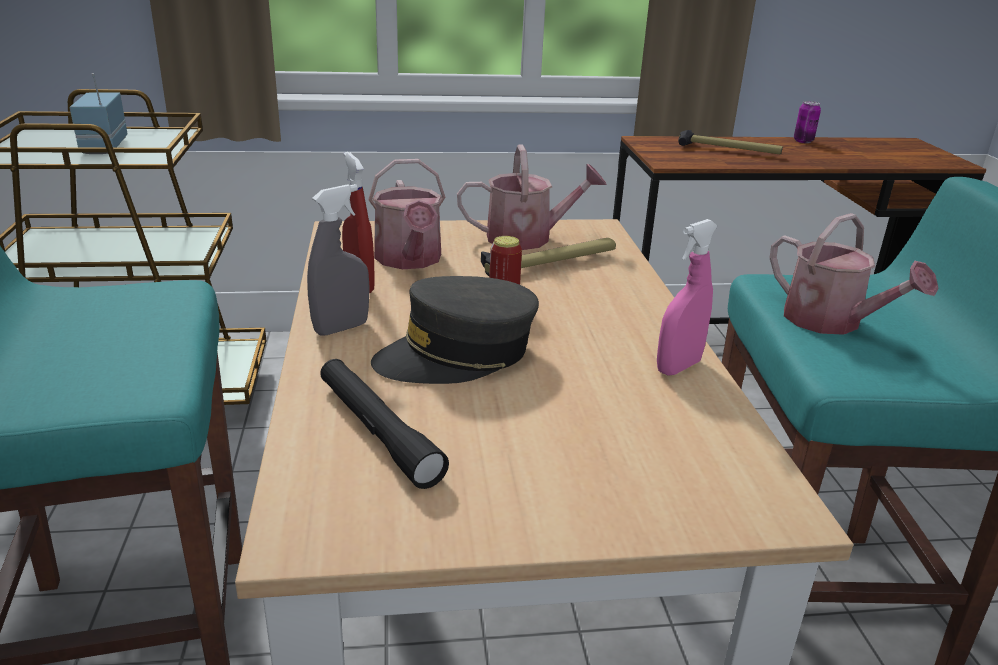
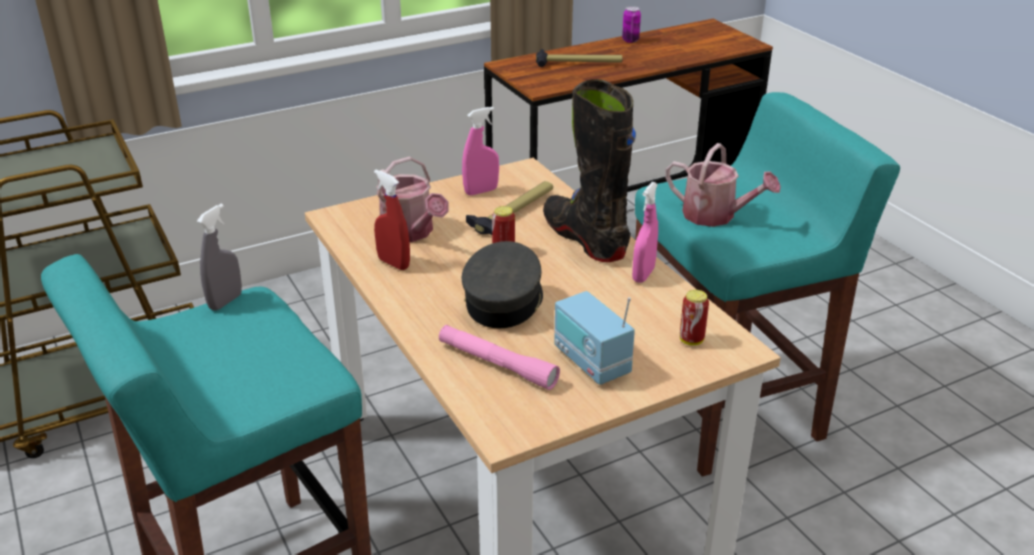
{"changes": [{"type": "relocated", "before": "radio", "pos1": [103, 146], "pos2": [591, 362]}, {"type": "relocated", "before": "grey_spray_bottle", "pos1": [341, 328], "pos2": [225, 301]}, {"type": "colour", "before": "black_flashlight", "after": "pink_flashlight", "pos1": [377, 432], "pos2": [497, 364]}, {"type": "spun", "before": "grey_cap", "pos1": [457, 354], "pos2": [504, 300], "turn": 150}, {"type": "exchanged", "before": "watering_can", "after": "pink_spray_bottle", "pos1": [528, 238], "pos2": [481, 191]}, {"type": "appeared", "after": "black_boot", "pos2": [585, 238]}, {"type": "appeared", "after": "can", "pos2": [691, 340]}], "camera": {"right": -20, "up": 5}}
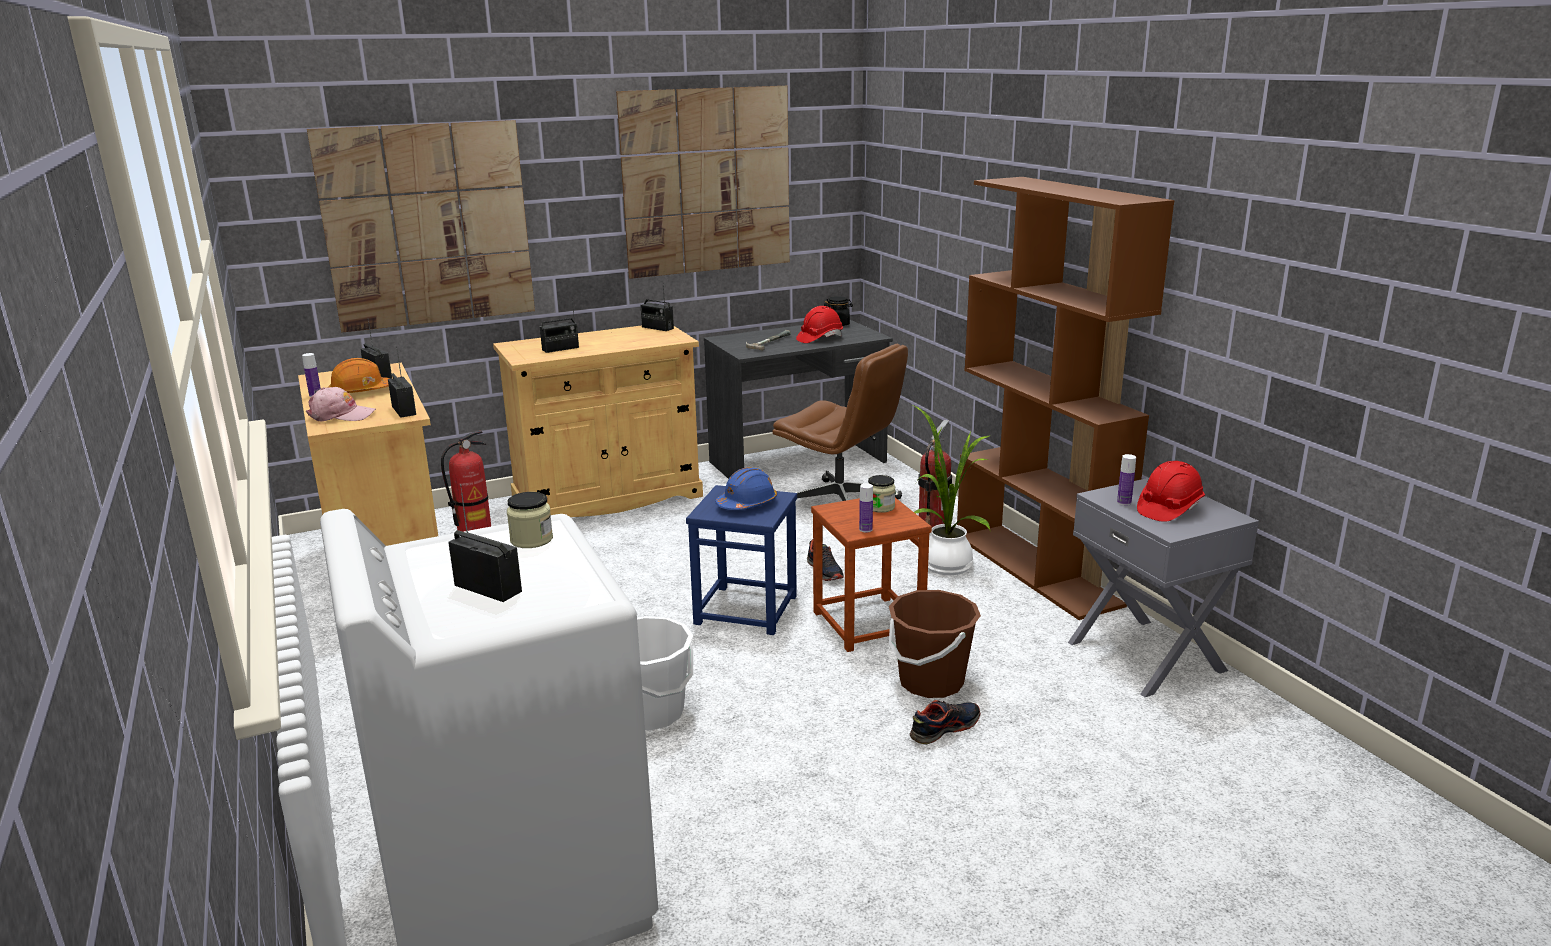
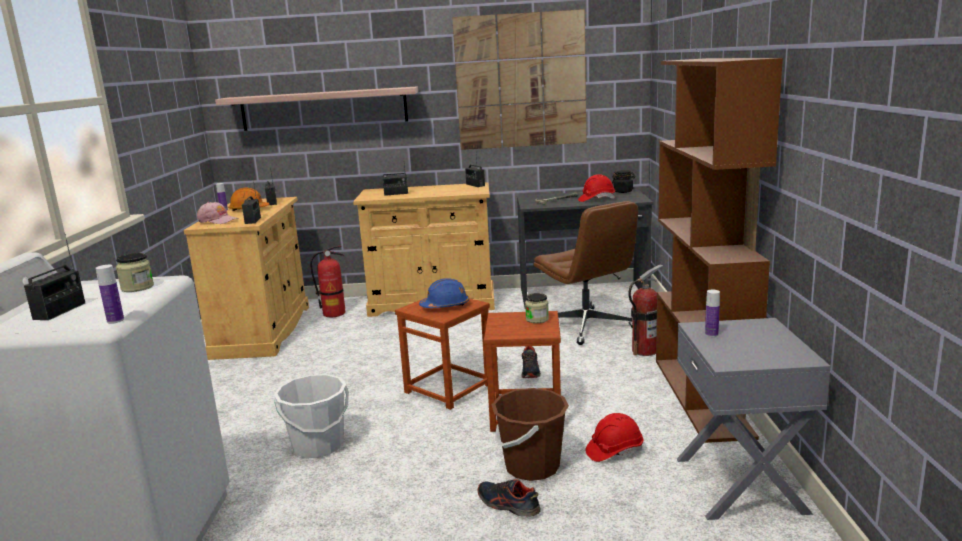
{"changes": [{"type": "exchanged", "before": "picture", "after": "shelf", "pos1": [428, 225], "pos2": [324, 109]}, {"type": "spun", "before": "radio", "pos1": [488, 588], "pos2": [60, 311], "turn": 45}, {"type": "colour", "before": "blue_stool", "after": "brown_stool", "pos1": [746, 609], "pos2": [449, 388]}, {"type": "relocated", "before": "bottle", "pos1": [865, 529], "pos2": [115, 320]}, {"type": "spun", "before": "shoe", "pos1": [944, 728], "pos2": [508, 505], "turn": -135}, {"type": "missing", "before": "potted_plant", "pos1": [944, 563]}, {"type": "relocated", "before": "red_hard_hat", "pos1": [1169, 509], "pos2": [614, 451]}], "camera": {"right": 25, "up": -5}}
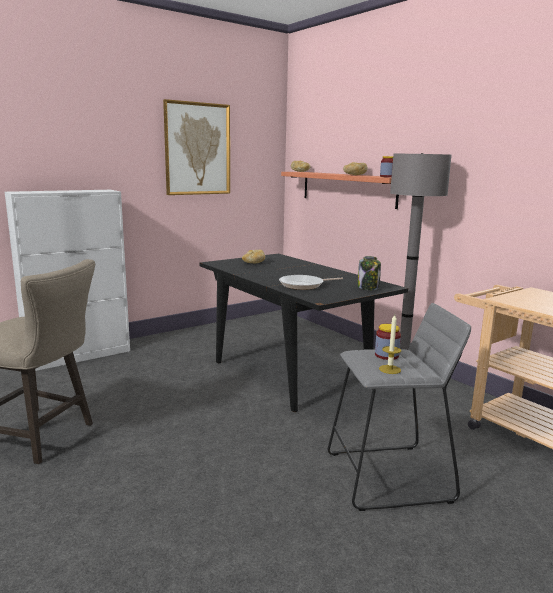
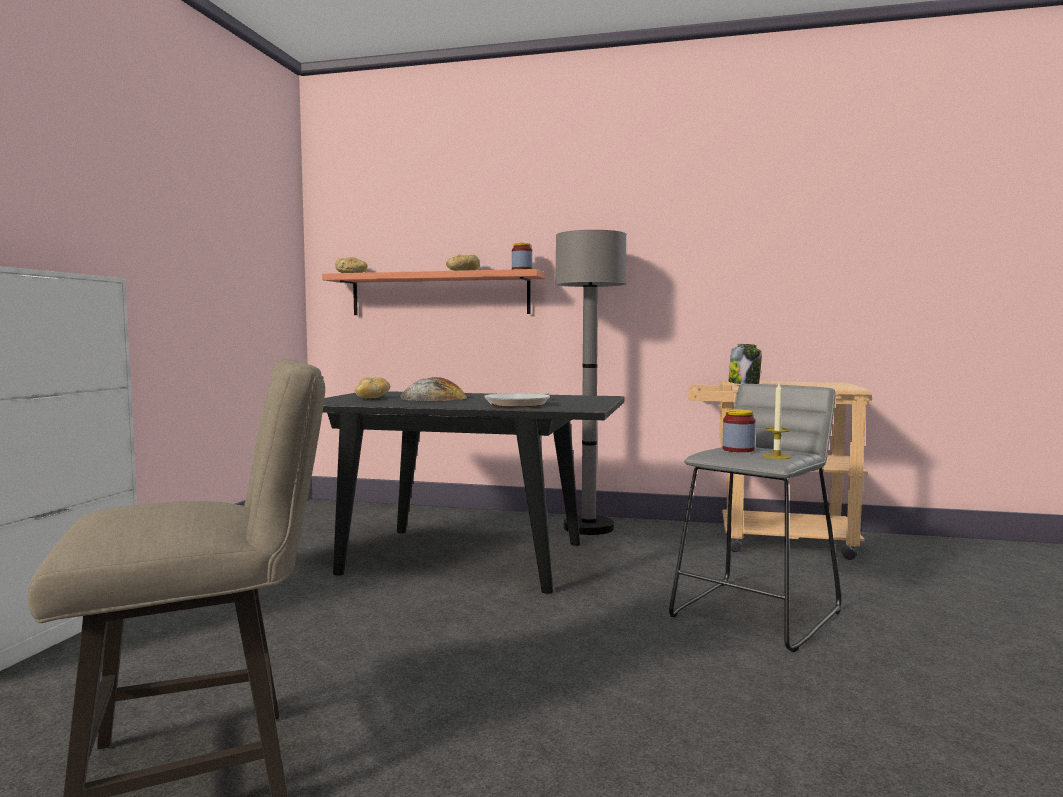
{"changes": [{"type": "missing", "before": "picture", "pos1": [197, 149]}, {"type": "relocated", "before": "jar", "pos1": [368, 287], "pos2": [744, 383]}, {"type": "appeared", "after": "bread", "pos2": [433, 398]}], "camera": {"right": -40, "up": -10}}
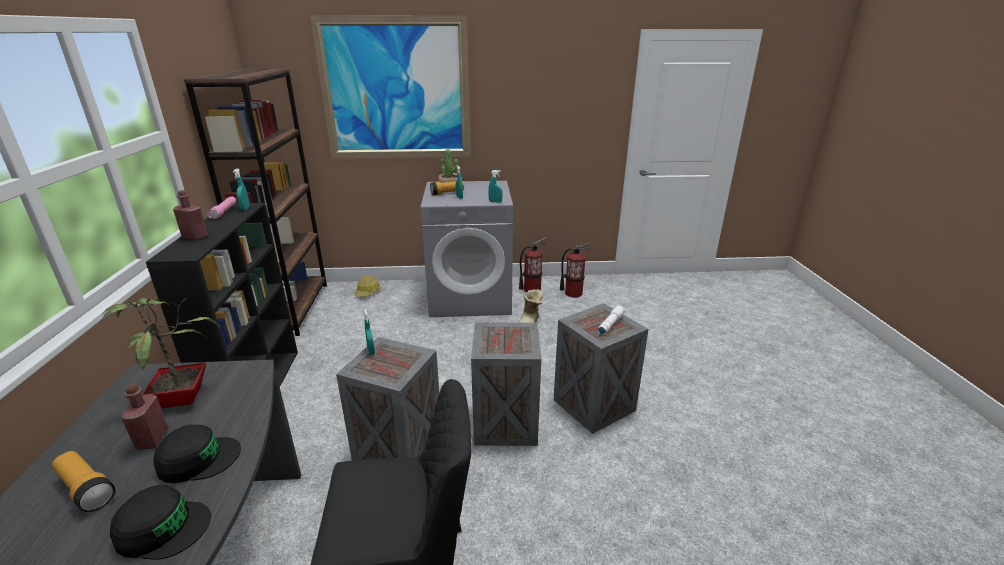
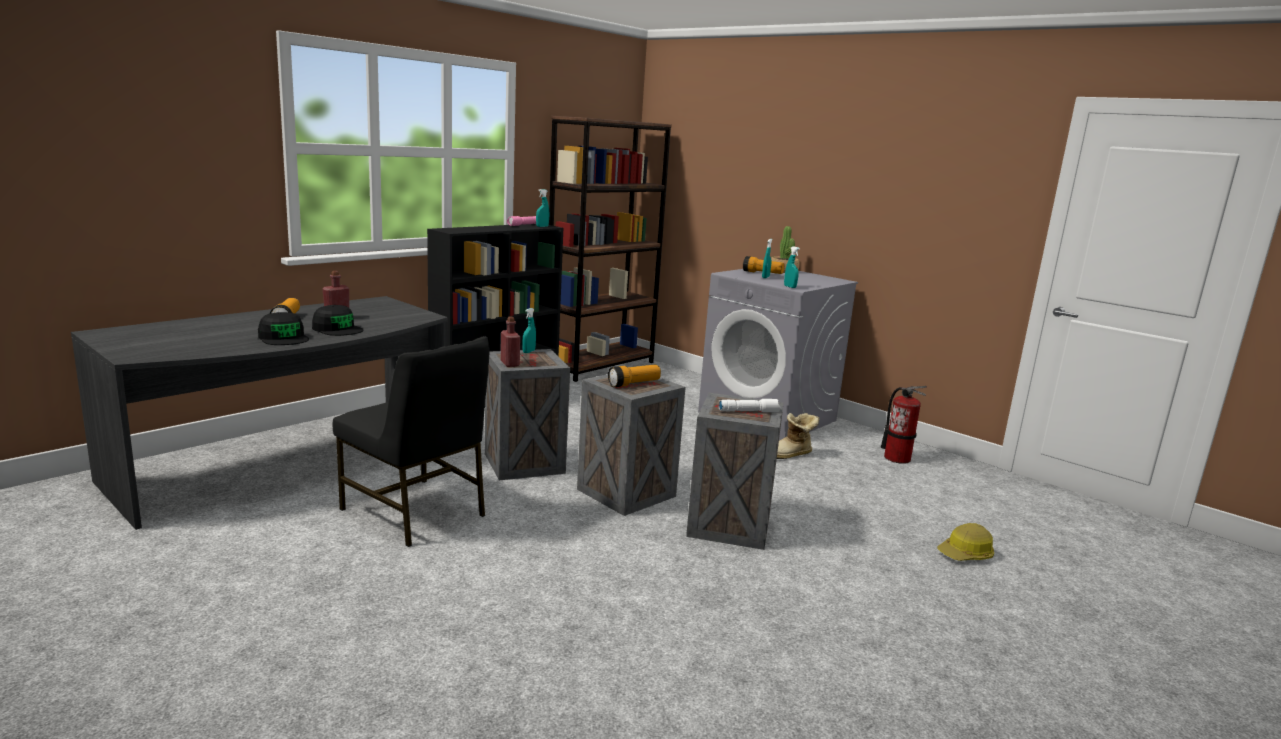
{"changes": [{"type": "missing", "before": "potted_plant", "pos1": [183, 396]}, {"type": "relocated", "before": "red_bottle", "pos1": [195, 237], "pos2": [510, 364]}, {"type": "missing", "before": "picture", "pos1": [395, 90]}, {"type": "relocated", "before": "hard_hat", "pos1": [367, 292], "pos2": [965, 554]}, {"type": "missing", "before": "fire_extinguisher", "pos1": [532, 289]}, {"type": "appeared", "after": "flashlight", "pos2": [634, 384]}], "camera": {"right": 45, "up": -10}}
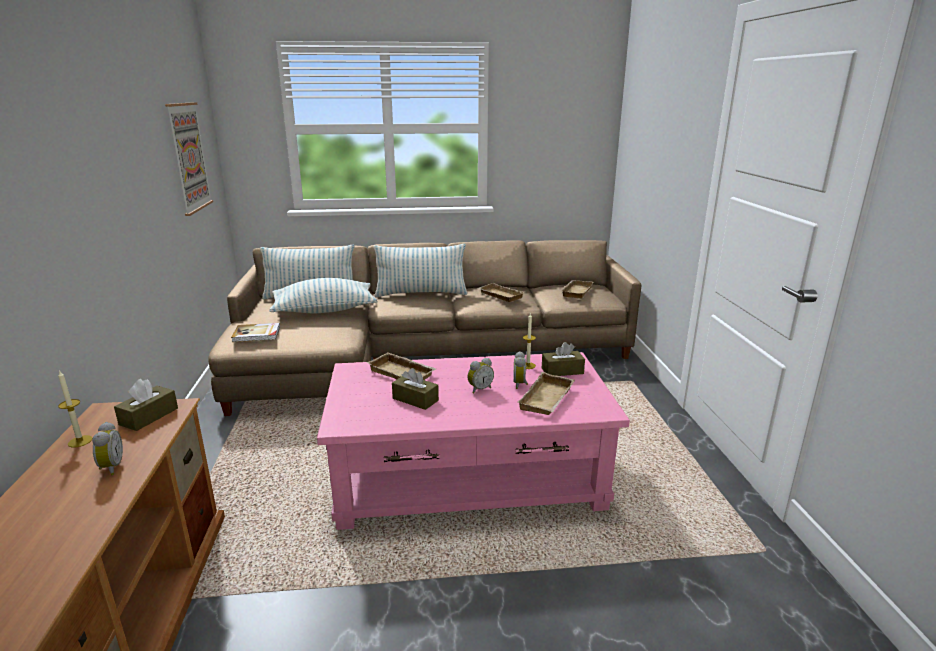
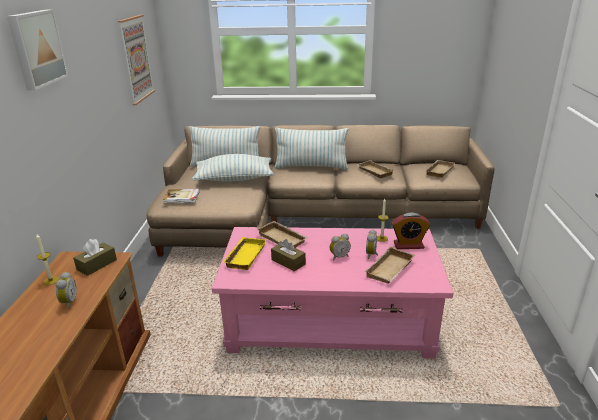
{"changes": [{"type": "exchanged", "before": "brown_tissue_box", "after": "alarm_clock", "pos1": [562, 371], "pos2": [408, 245]}, {"type": "appeared", "after": "picture", "pos2": [36, 48]}, {"type": "appeared", "after": "yellow_tray", "pos2": [244, 256]}], "camera": {"right": 10, "up": 5}}
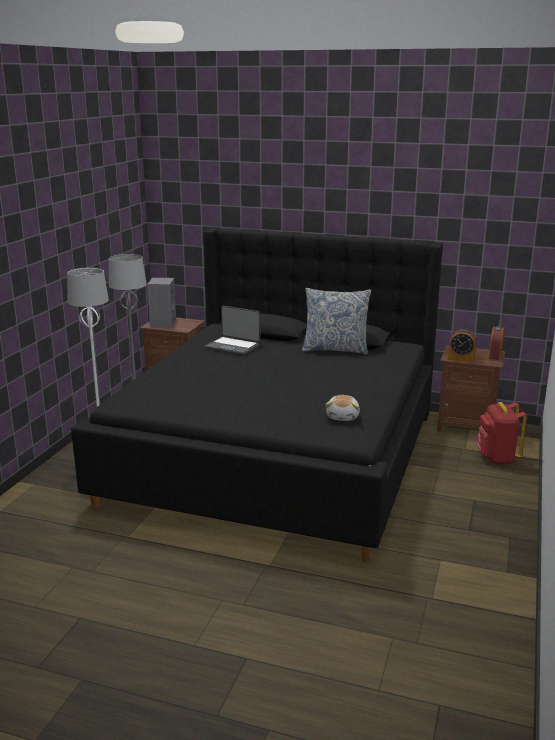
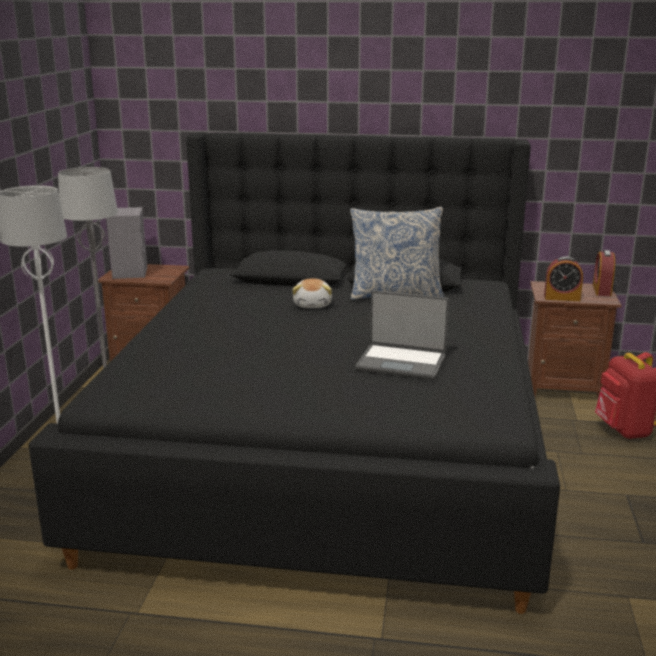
{"changes": [{"type": "relocated", "before": "laptop", "pos1": [233, 346], "pos2": [401, 363]}, {"type": "relocated", "before": "plush_toy", "pos1": [343, 417], "pos2": [313, 304]}], "camera": {"right": -10, "up": 0}}
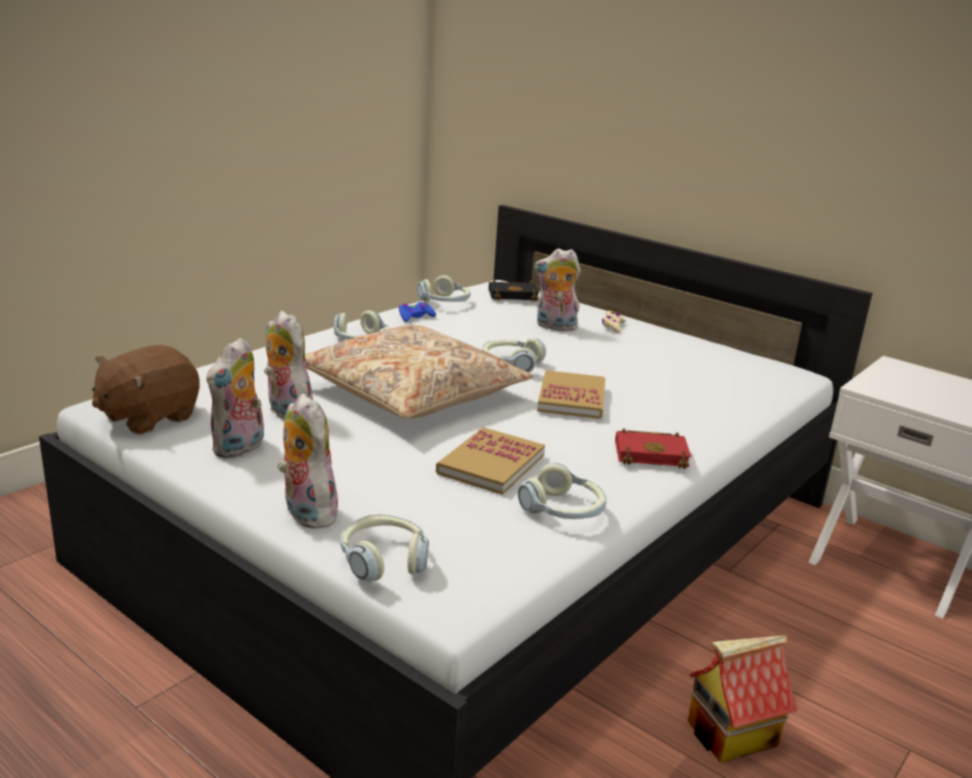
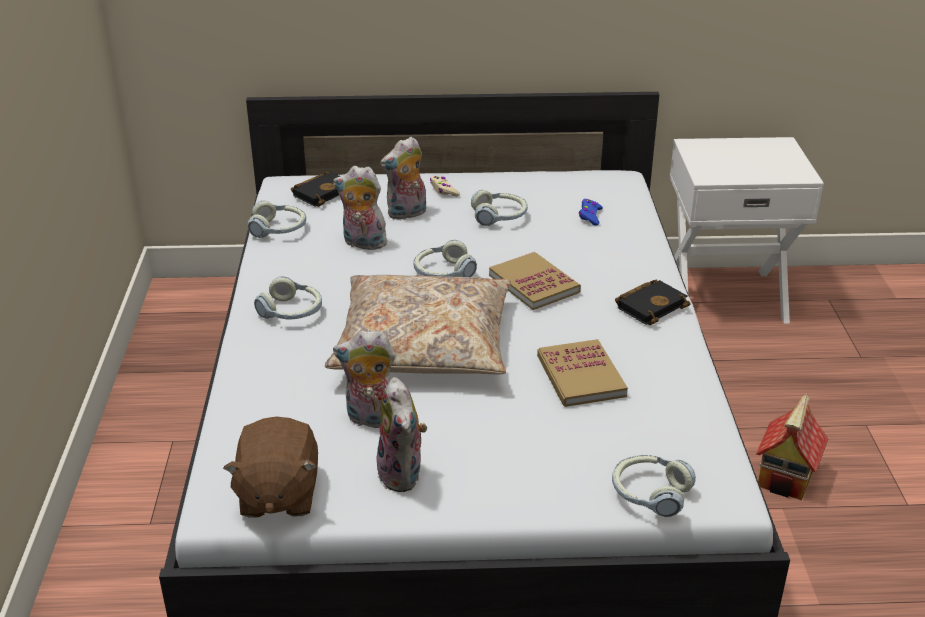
{"changes": [{"type": "relocated", "before": "plush_toy", "pos1": [305, 513], "pos2": [362, 244]}, {"type": "relocated", "before": "blue_game_controller", "pos1": [415, 316], "pos2": [590, 216]}, {"type": "relocated", "before": "headphones", "pos1": [563, 511], "pos2": [499, 217]}, {"type": "colour", "before": "red_book", "after": "black_book", "pos1": [652, 454], "pos2": [651, 305]}], "camera": {"right": -40, "up": 10}}
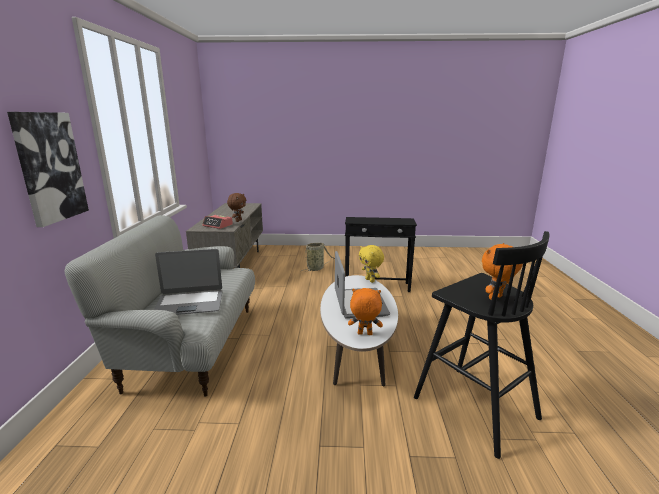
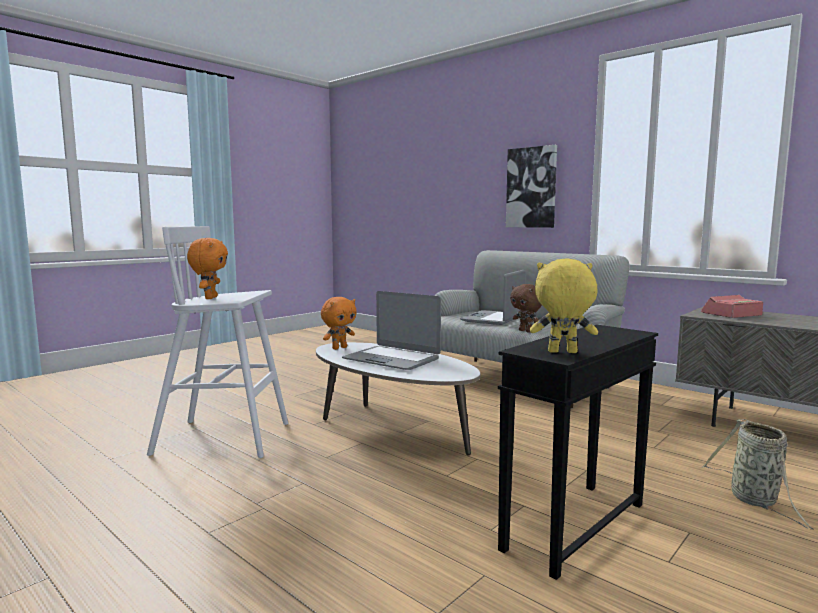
{"changes": [{"type": "relocated", "before": "brown_plush_toy", "pos1": [238, 220], "pos2": [526, 331]}, {"type": "relocated", "before": "yellow_plush_toy", "pos1": [370, 280], "pos2": [562, 352]}, {"type": "colour", "before": "black_stool", "after": "white_stool", "pos1": [472, 406], "pos2": [225, 438]}], "camera": {"right": 130, "up": -10}}
